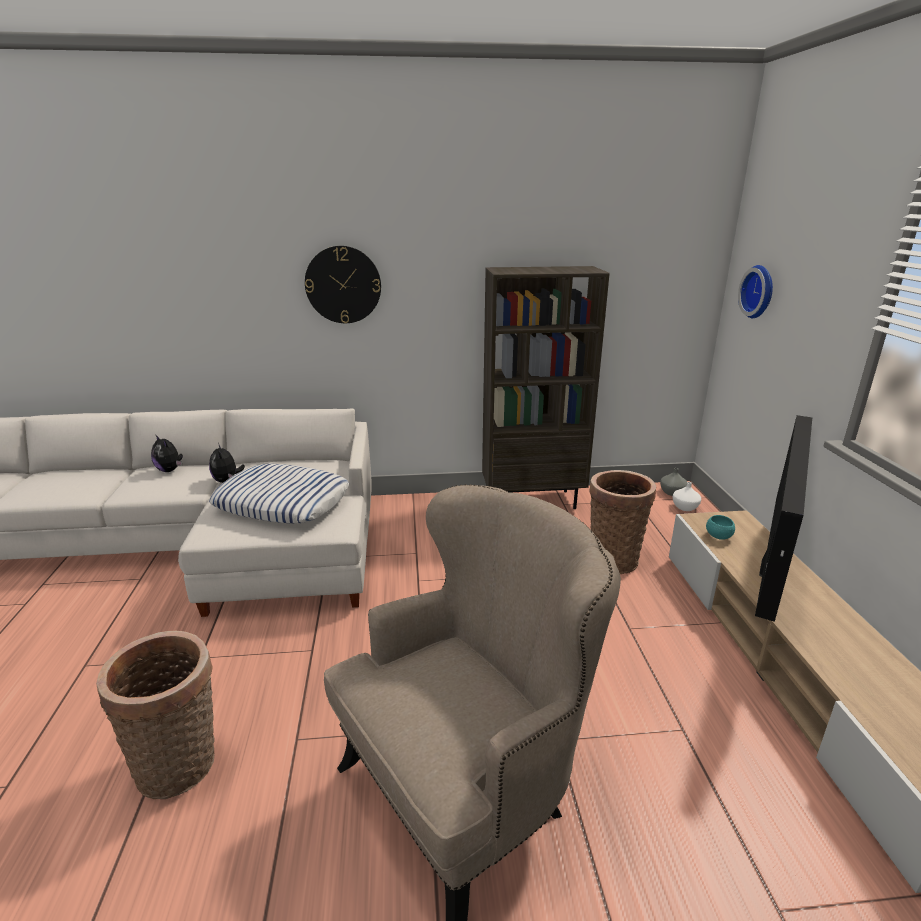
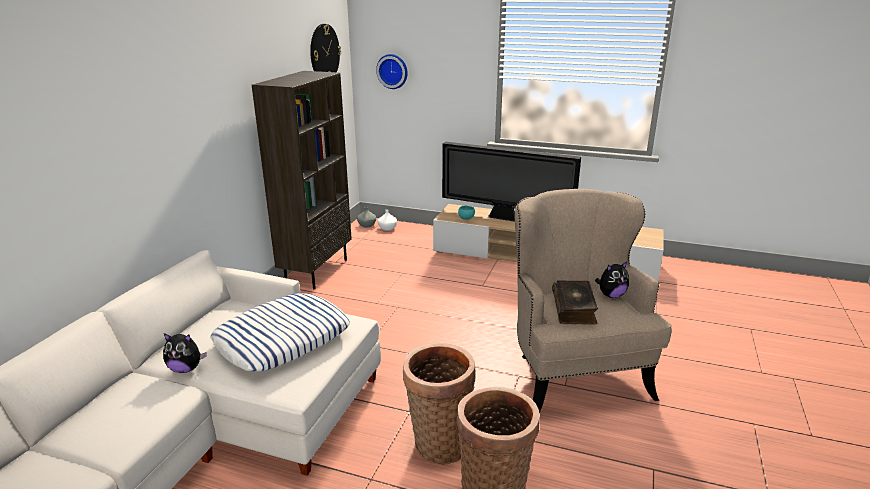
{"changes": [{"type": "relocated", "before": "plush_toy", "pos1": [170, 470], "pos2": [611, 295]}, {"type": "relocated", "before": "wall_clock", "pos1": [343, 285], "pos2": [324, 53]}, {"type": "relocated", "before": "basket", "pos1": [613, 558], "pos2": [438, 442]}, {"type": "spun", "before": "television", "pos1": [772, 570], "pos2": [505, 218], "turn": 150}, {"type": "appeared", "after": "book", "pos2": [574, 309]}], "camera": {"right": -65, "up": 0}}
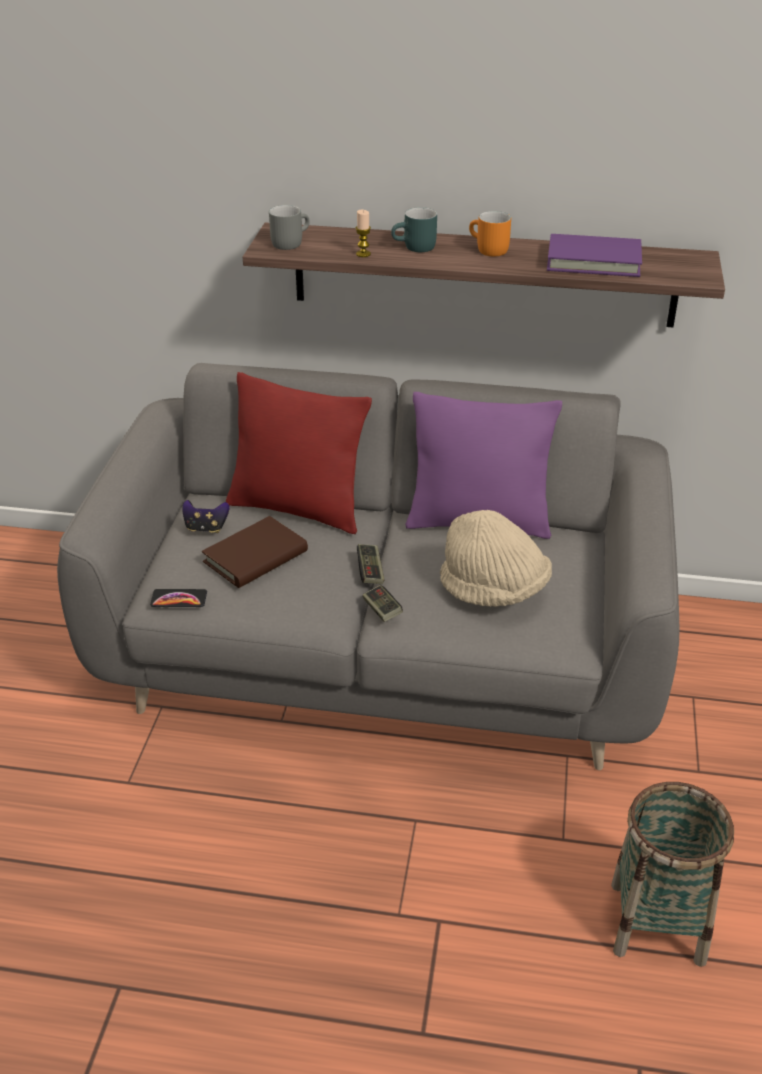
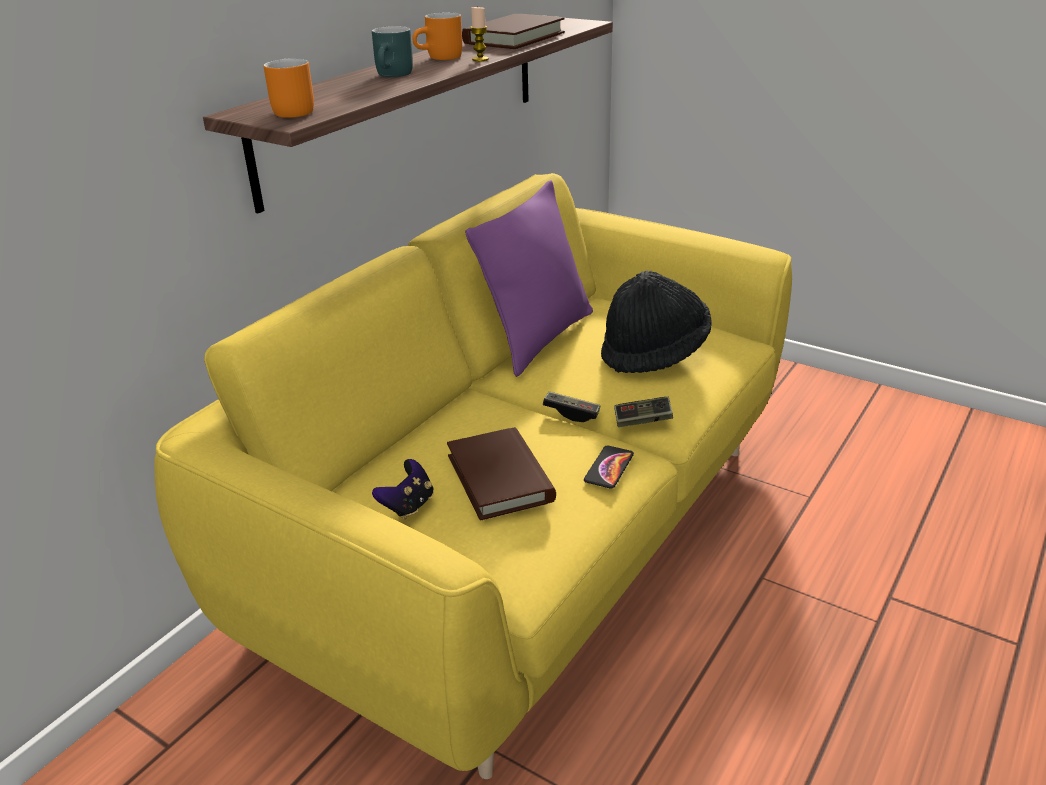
{"changes": [{"type": "colour", "before": "grey_sofa", "after": "yellow_sofa", "pos1": [380, 660], "pos2": [527, 538]}, {"type": "relocated", "before": "phone", "pos1": [179, 599], "pos2": [609, 468]}, {"type": "missing", "before": "red_pillow", "pos1": [298, 509]}, {"type": "colour", "before": "grey_mug", "after": "orange_mug", "pos1": [289, 242], "pos2": [289, 111]}, {"type": "relocated", "before": "candle", "pos1": [363, 254], "pos2": [480, 59]}, {"type": "colour", "before": "beige_hat", "after": "black_hat", "pos1": [494, 590], "pos2": [654, 353]}, {"type": "colour", "before": "purple_book", "after": "brown_book", "pos1": [593, 261], "pos2": [514, 38]}, {"type": "missing", "before": "basket", "pos1": [657, 923]}], "camera": {"right": -65, "up": -5}}
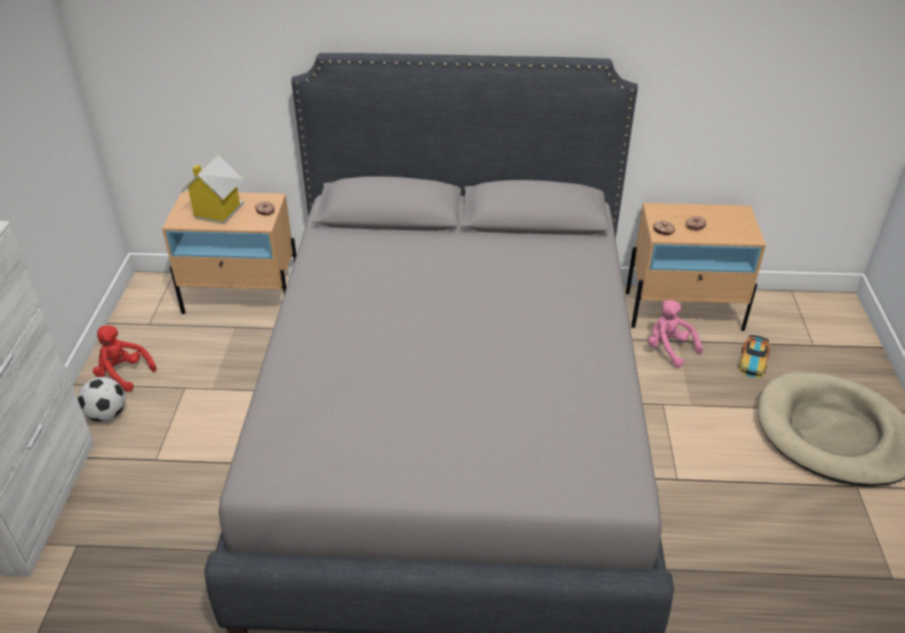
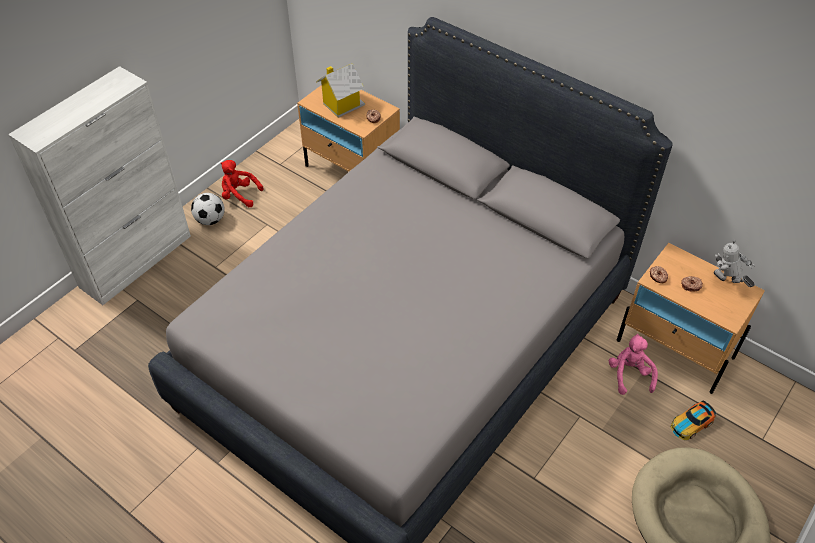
{"changes": [{"type": "spun", "before": "red_plush_toy", "pos1": [123, 374], "pos2": [239, 195], "turn": -45}, {"type": "appeared", "after": "toy_robot", "pos2": [726, 284]}], "camera": {"right": 35, "up": 10}}
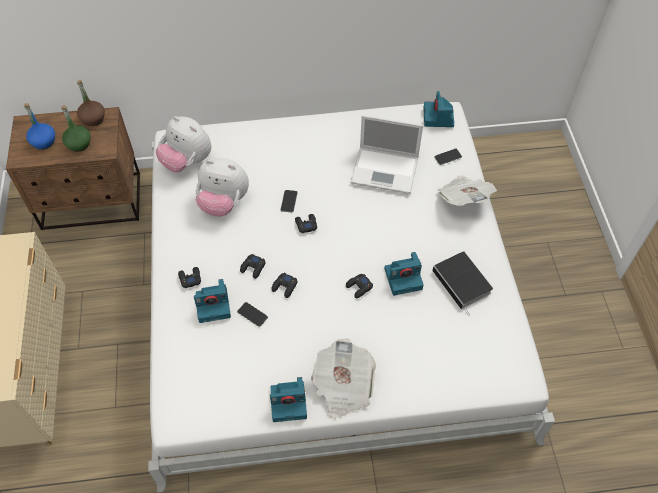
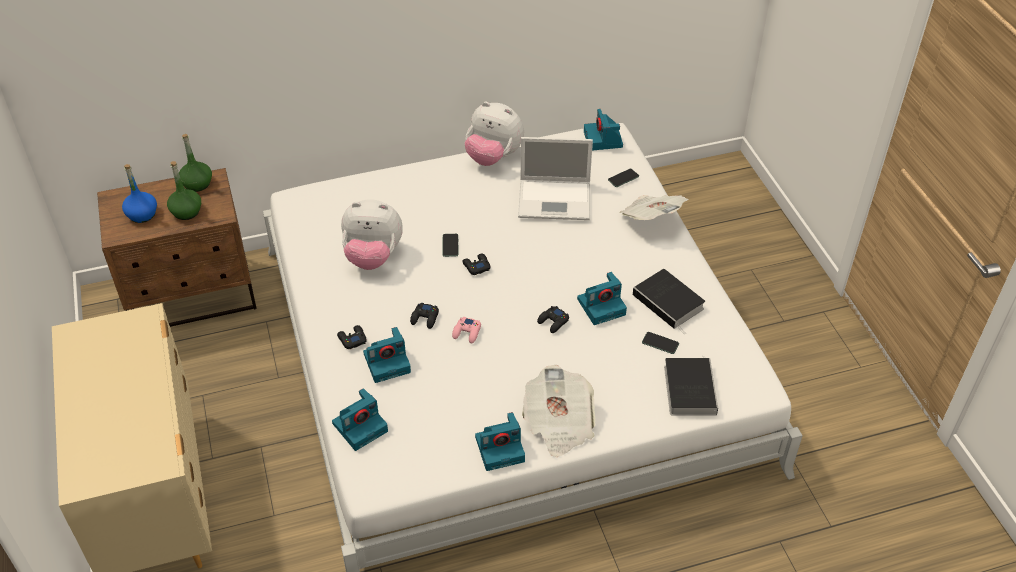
{"changes": [{"type": "colour", "before": "brown_bottle", "after": "green_bottle", "pos1": [93, 119], "pos2": [197, 184]}, {"type": "relocated", "before": "plush_toy", "pos1": [187, 161], "pos2": [493, 157]}, {"type": "relocated", "before": "phone", "pos1": [252, 314], "pos2": [660, 343]}, {"type": "colour", "before": "black_game_controller", "after": "pink_game_controller", "pos1": [285, 287], "pos2": [467, 332]}, {"type": "appeared", "after": "photo_camera", "pos2": [360, 426]}, {"type": "appeared", "after": "book", "pos2": [689, 388]}], "camera": {"right": -10, "up": -10}}
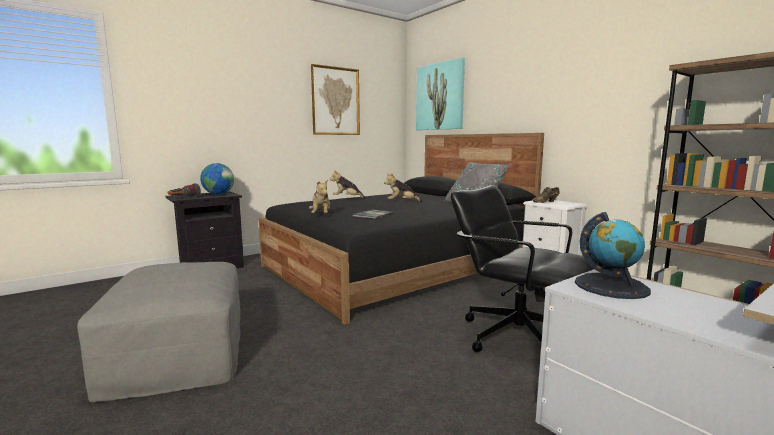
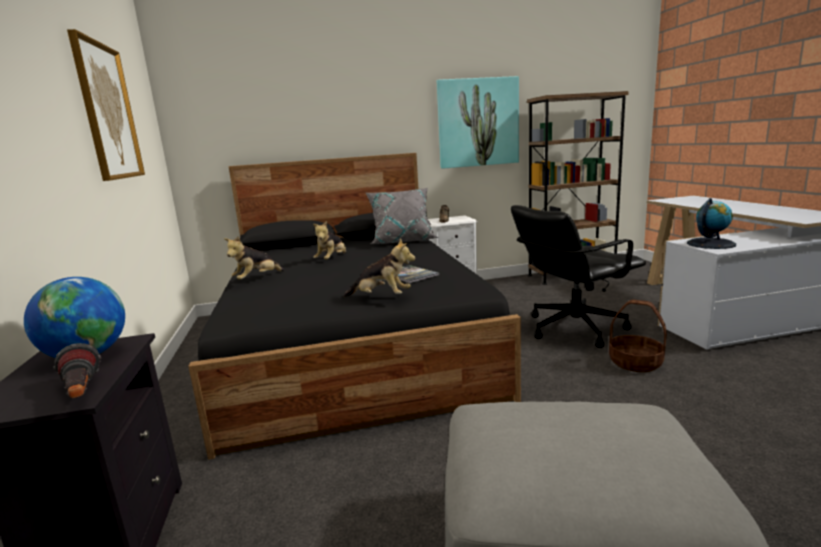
{"changes": [{"type": "relocated", "before": "picture", "pos1": [440, 96], "pos2": [478, 123]}, {"type": "appeared", "after": "basket", "pos2": [635, 362]}], "camera": {"right": -65, "up": 5}}
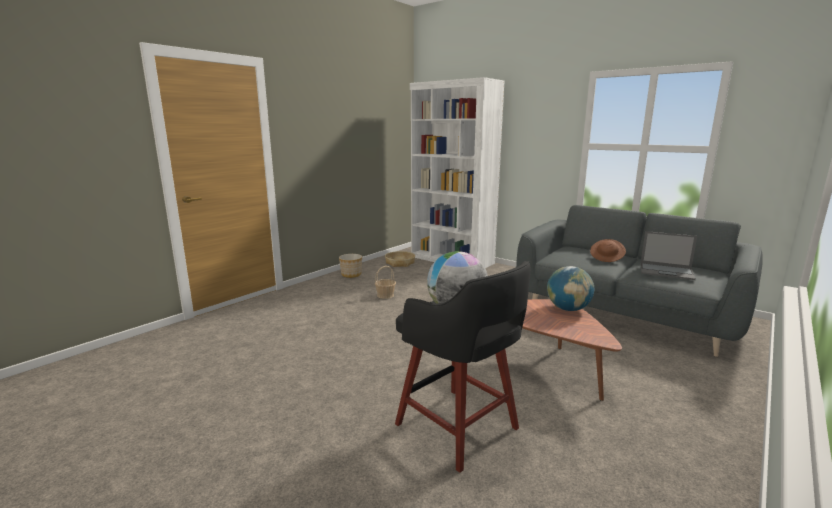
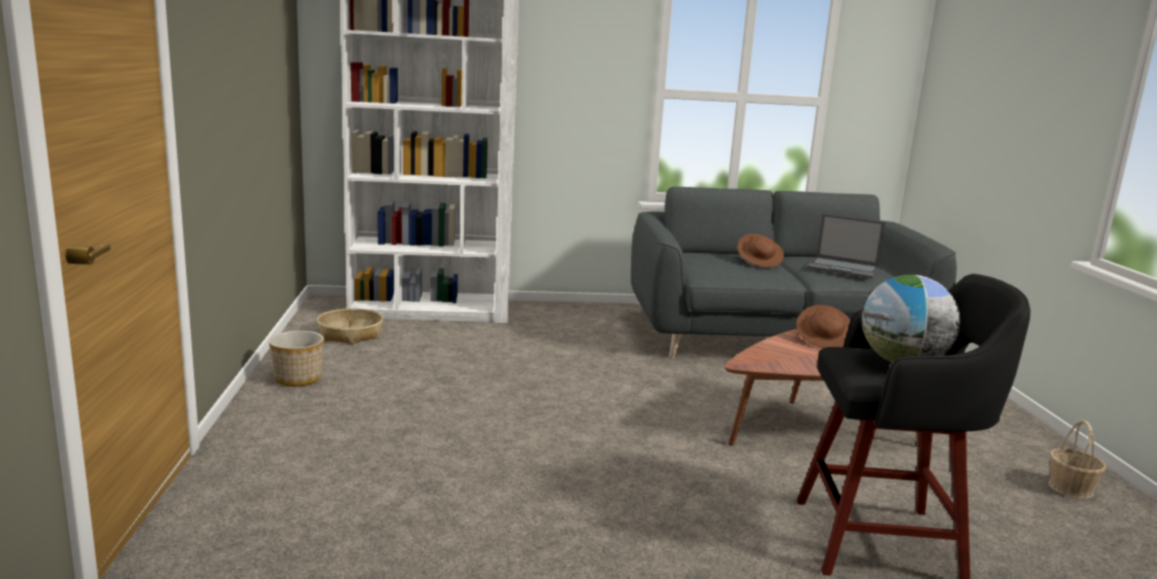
{"changes": [{"type": "relocated", "before": "basket", "pos1": [385, 295], "pos2": [1070, 488]}, {"type": "exchanged", "before": "globe", "after": "brown_hat", "pos1": [568, 309], "pos2": [824, 340]}, {"type": "spun", "before": "laptop", "pos1": [667, 271], "pos2": [844, 268], "turn": 45}], "camera": {"right": -45, "up": 0}}
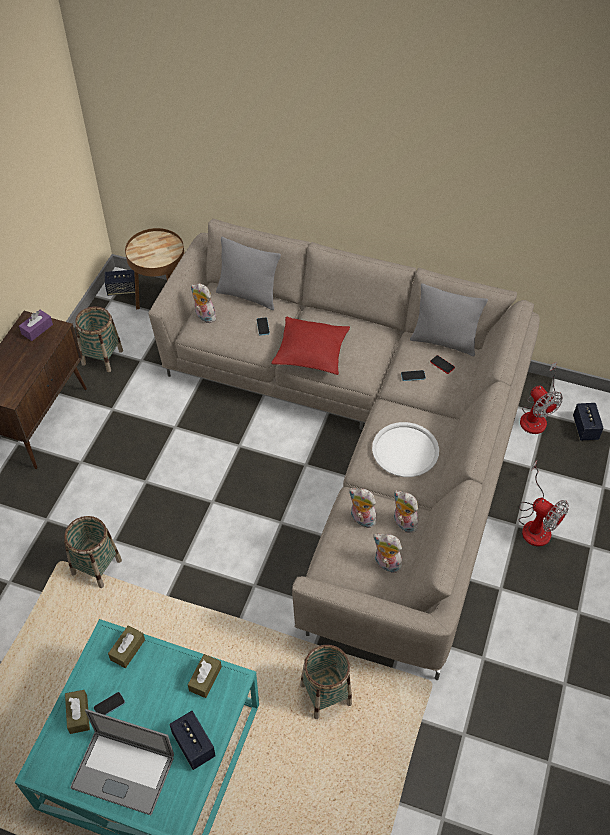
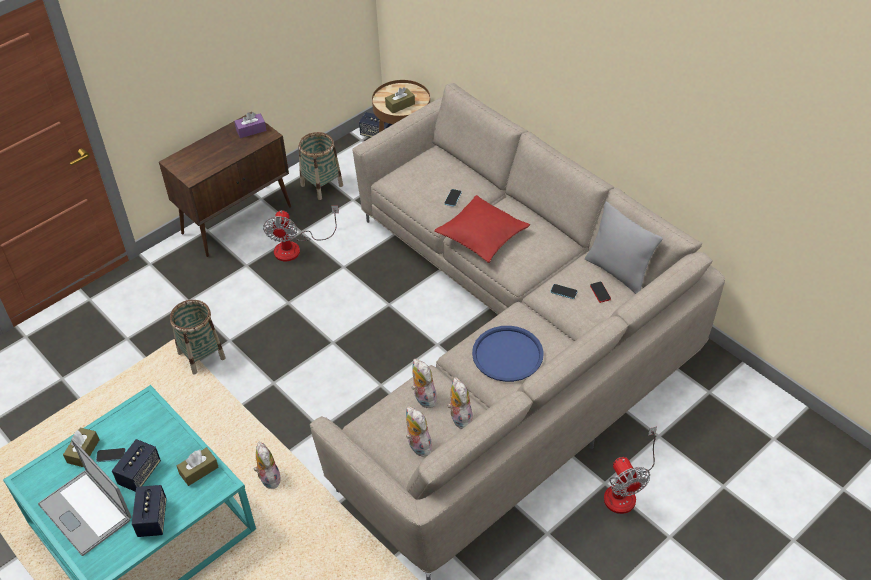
{"changes": [{"type": "relocated", "before": "brown_tissue_box", "pos1": [127, 649], "pos2": [400, 105]}, {"type": "relocated", "before": "plush_toy", "pos1": [204, 317], "pos2": [268, 478]}, {"type": "missing", "before": "grey_pillow", "pos1": [248, 295]}, {"type": "missing", "before": "basket", "pos1": [325, 694]}, {"type": "colour", "before": "white_tray", "after": "blue_tray", "pos1": [405, 450], "pos2": [507, 354]}, {"type": "relocated", "before": "fan", "pos1": [536, 416], "pos2": [296, 247]}, {"type": "relocated", "before": "speaker", "pos1": [585, 428], "pos2": [140, 473]}], "camera": {"right": 30, "up": -5}}
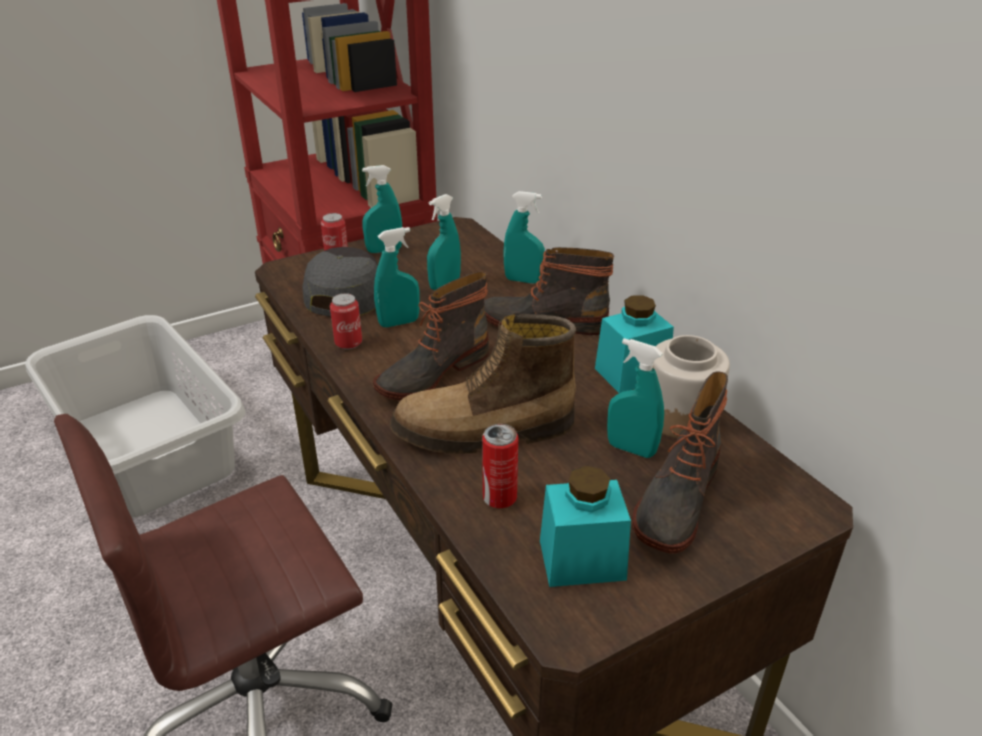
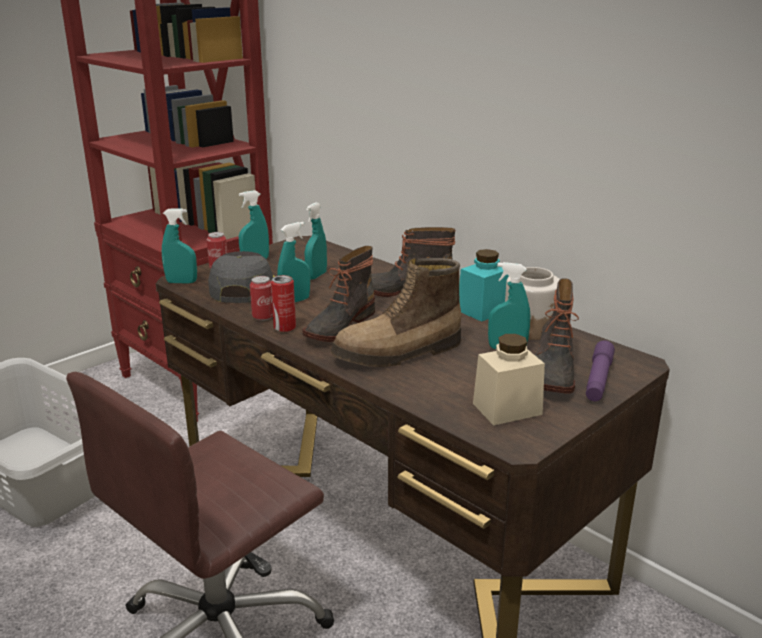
{"changes": [{"type": "relocated", "before": "can", "pos1": [499, 498], "pos2": [284, 328]}, {"type": "relocated", "before": "turquoise_spray_bottle", "pos1": [523, 280], "pos2": [181, 282]}, {"type": "colour", "before": "turquoise_jar", "after": "beige_jar", "pos1": [582, 560], "pos2": [507, 409]}, {"type": "appeared", "after": "purple_flashlight", "pos2": [598, 379]}], "camera": {"right": -15, "up": -10}}
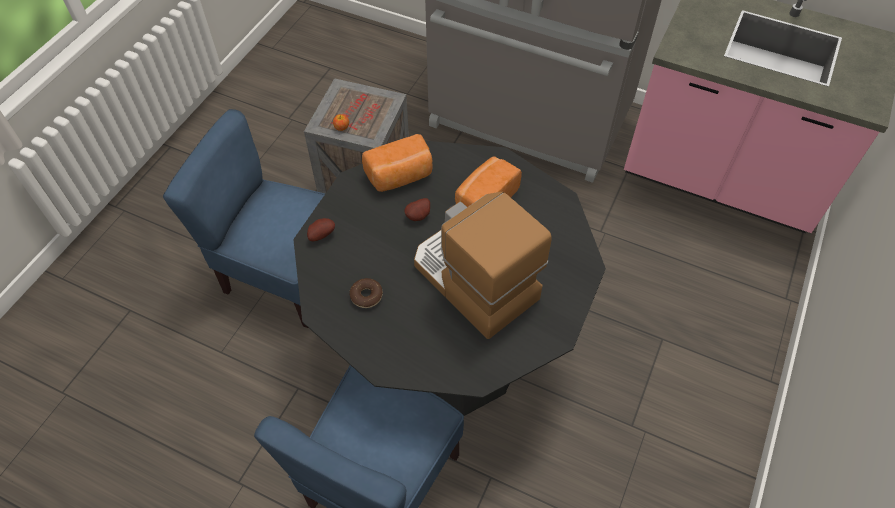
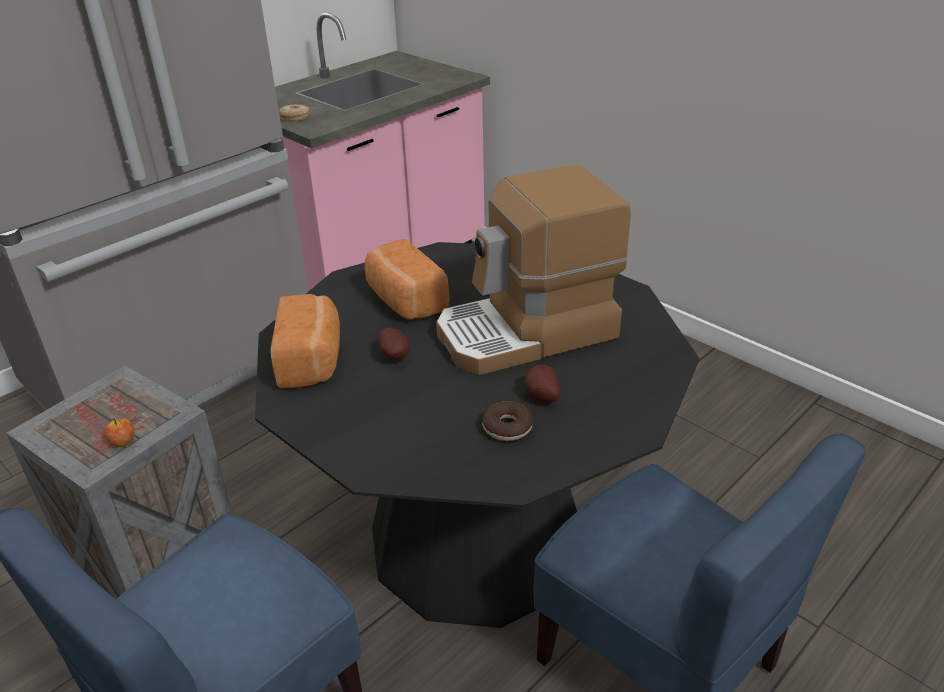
{"changes": [{"type": "relocated", "before": "potato", "pos1": [321, 235], "pos2": [540, 397]}, {"type": "appeared", "after": "donut", "pos2": [295, 118]}], "camera": {"right": -70, "up": -20}}
